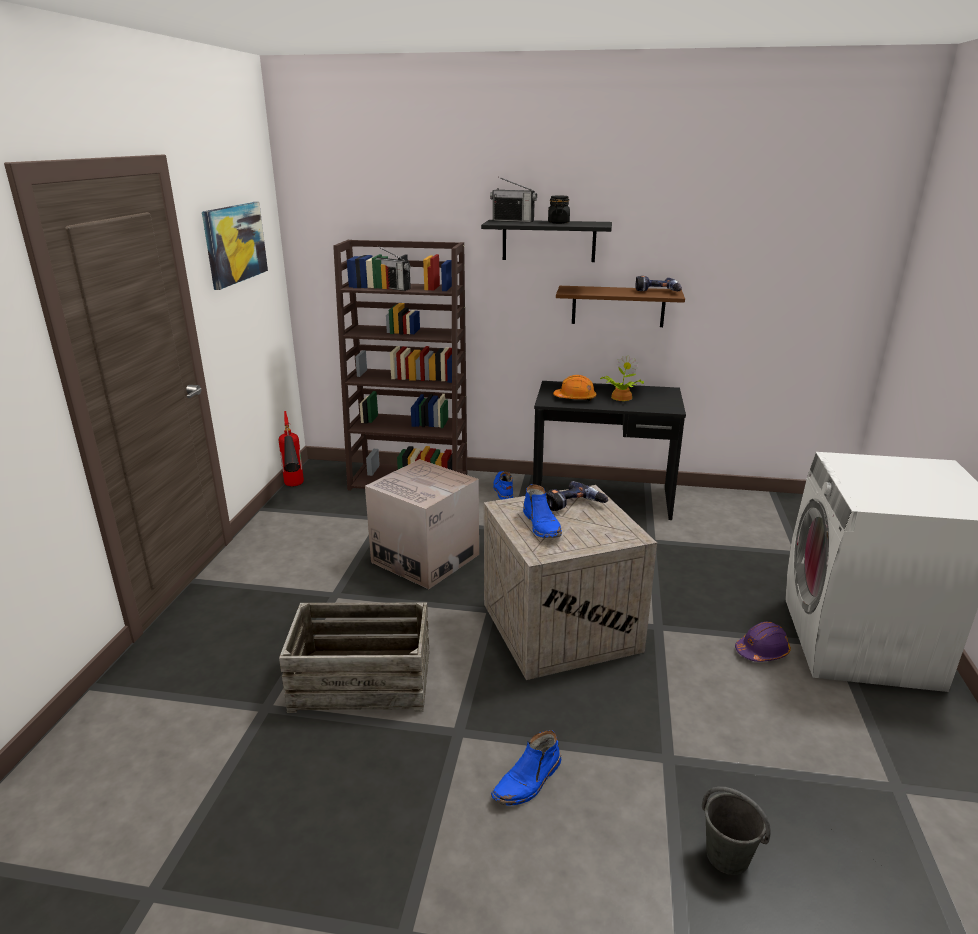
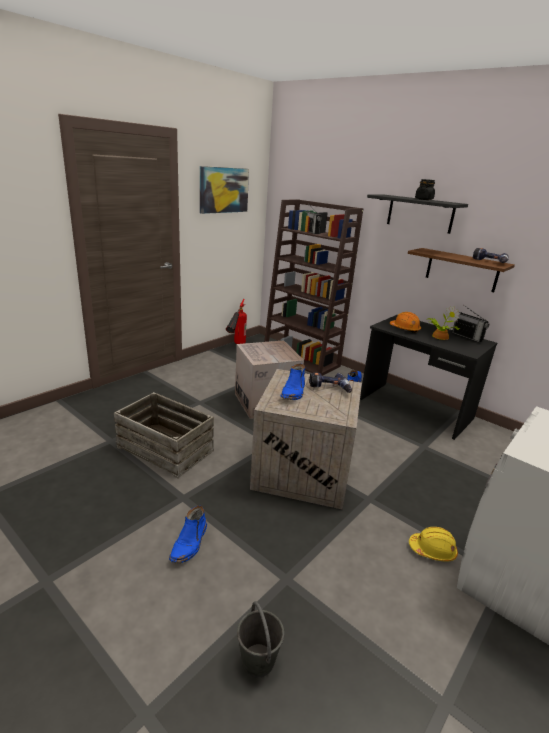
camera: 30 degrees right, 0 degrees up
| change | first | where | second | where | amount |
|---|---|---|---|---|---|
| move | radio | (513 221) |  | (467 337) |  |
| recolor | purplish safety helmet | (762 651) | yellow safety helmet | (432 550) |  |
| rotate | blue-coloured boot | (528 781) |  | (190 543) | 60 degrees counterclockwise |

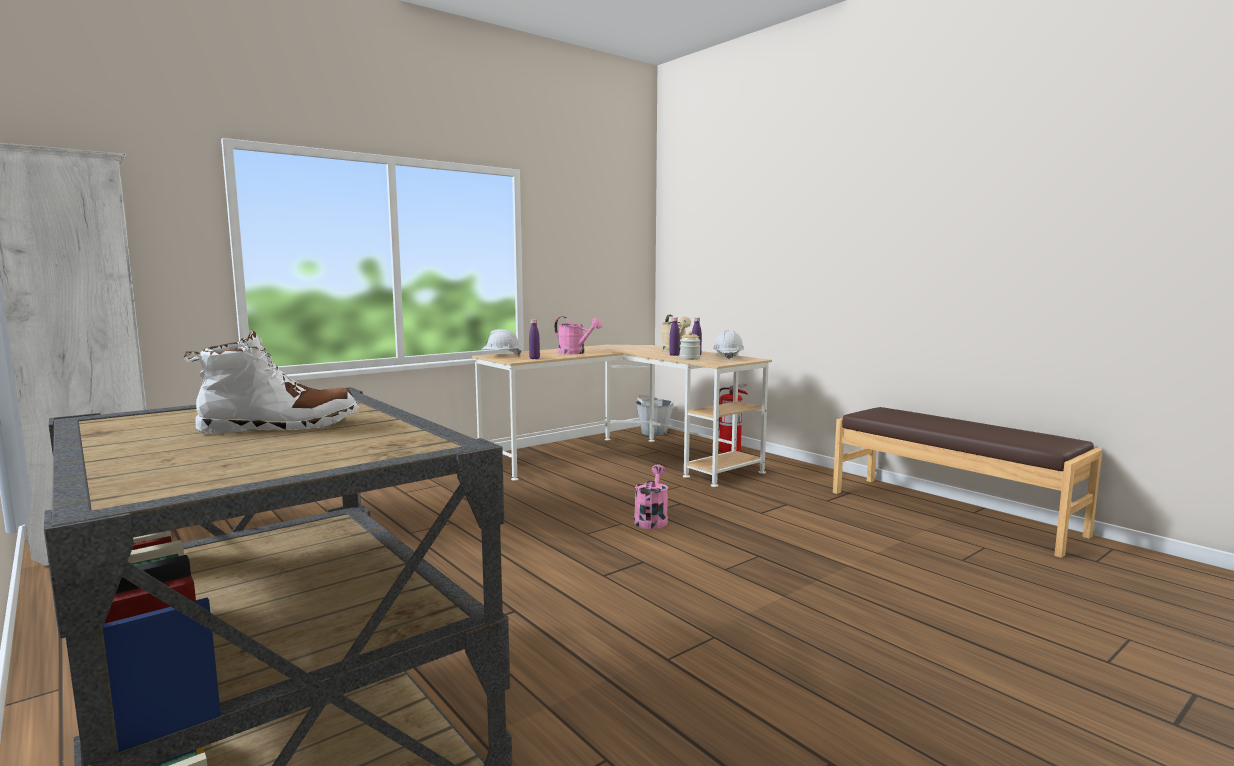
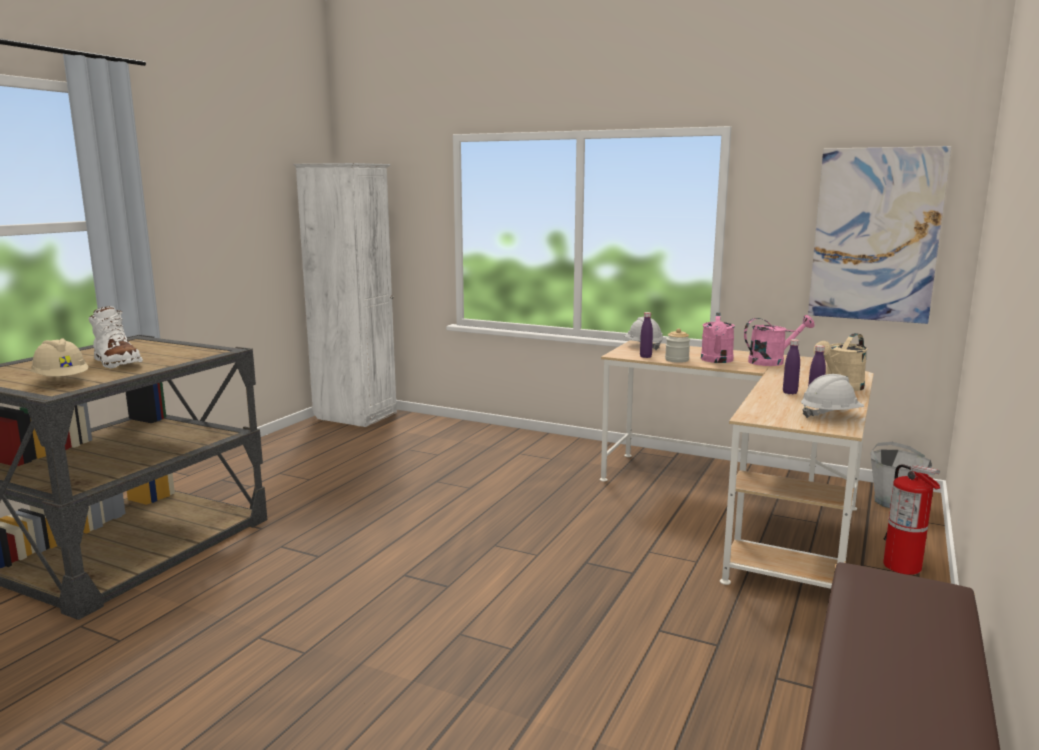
camera: 65 degrees right, 5 degrees up
| change | first | where | second | where | amount |
|---|---|---|---|---|---|
| insert |  |  | sand-coloured safety helmet | (62 381) |  |
| insert |  |  | picture | (875 235) |  |
| move | pinkish sprinkling can | (651 519) |  | (772 361) |  |
| move | preserve jar | (689 358) |  | (677 360) |  |

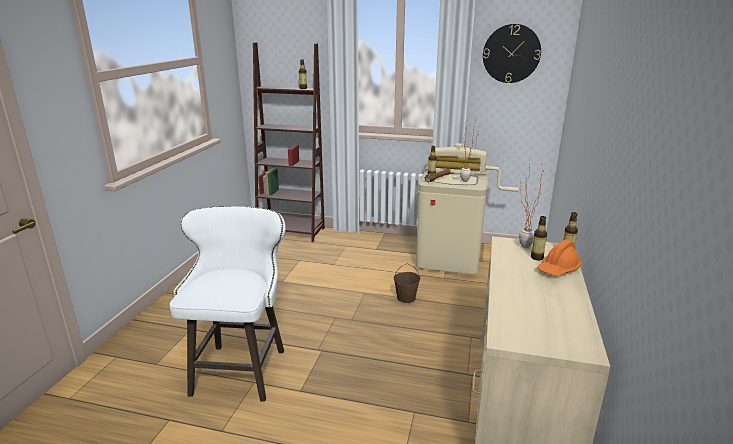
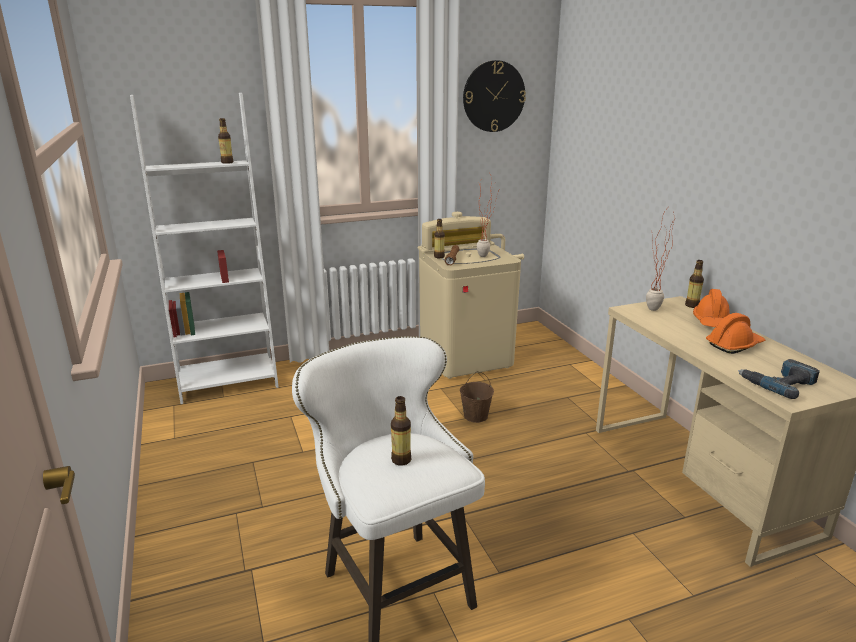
camera: 35 degrees left, 0 degrees up
| change | first | where | second | where | amount |
|---|---|---|---|---|---|
| insert |  |  | orange safety helmet | (734 345) |  |
| insert |  |  | drill | (778 383) |  |
| move | bottle | (537 257) |  | (401 460) |  |
| recolor | brownish bookshelf | (291 231) | white bookshelf | (228 382) |  |

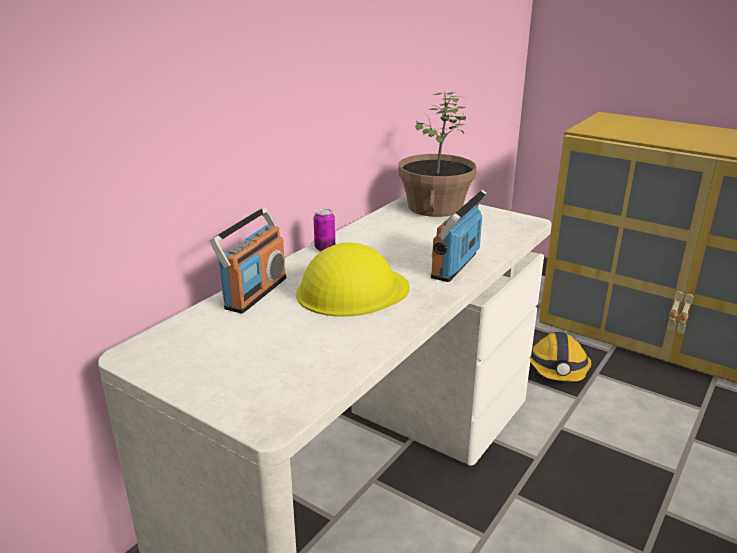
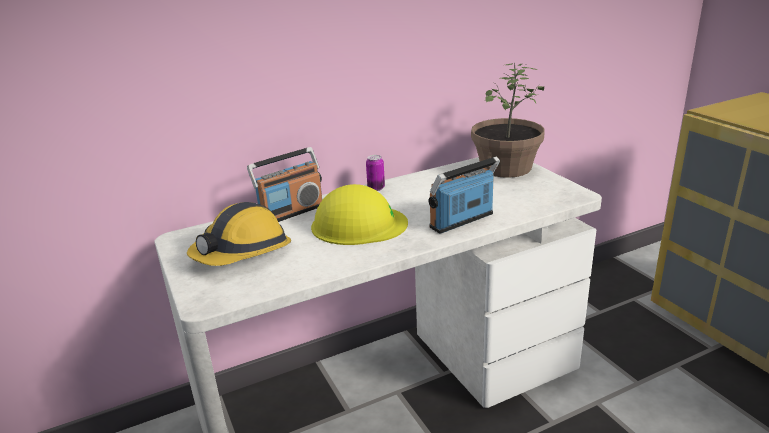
camera: 30 degrees right, 0 degrees up
| change | first | where | second | where | amount |
|---|---|---|---|---|---|
| move | safety helmet | (557 369) |  | (243 253) |  |

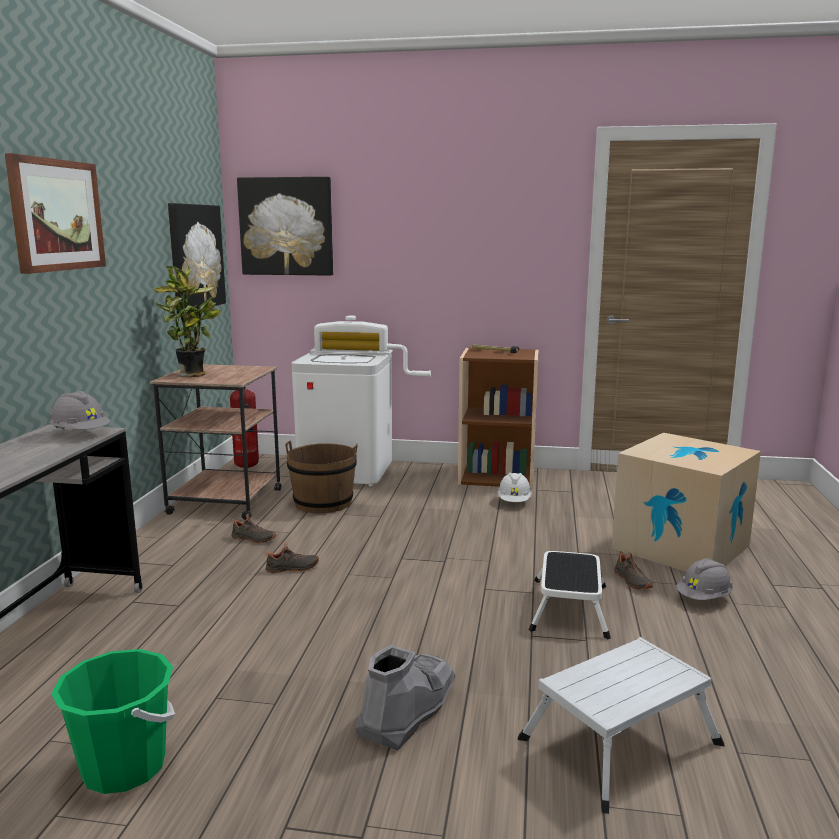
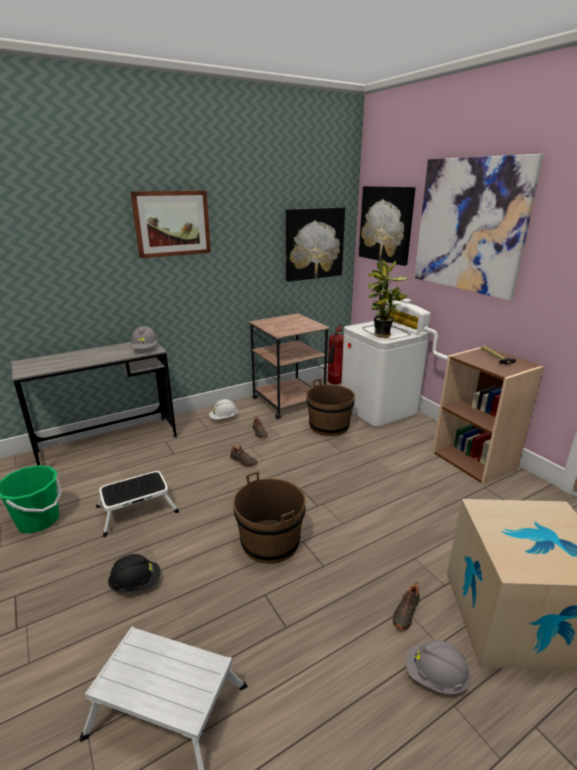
camera: 50 degrees right, 10 degrees up
| change | first | where | second | where | amount |
|---|---|---|---|---|---|
| insert |  |  | brownish bucket | (270 542) |  |
| insert |  |  | picture | (470 226) |  |
| move | potted plant | (193 375) |  | (382 335) |  |
| move | white safety helmet | (514 502) |  | (224 418) |  |
| move | black step ladder | (570 607) |  | (137 509) |  |
| replace | greyish boot | (407 710) | black safety helmet | (136 583) |  |

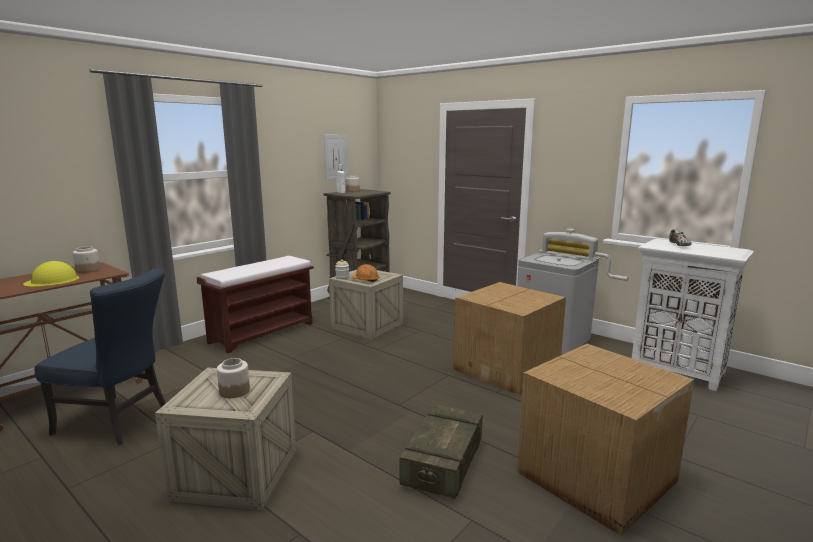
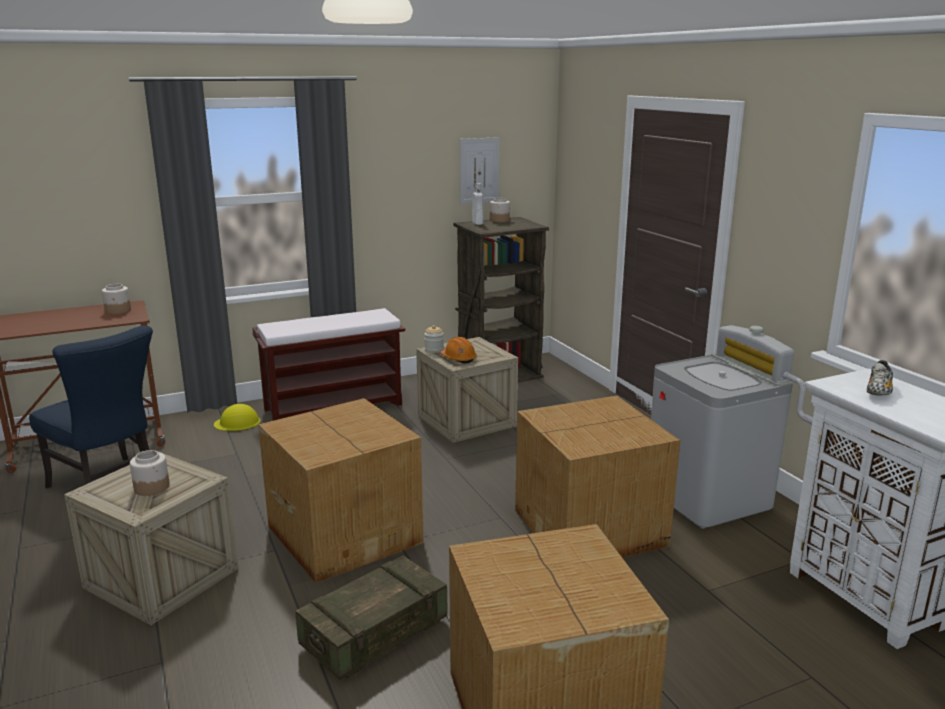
camera: 25 degrees right, 5 degrees up
| change | first | where | second | where | amount |
|---|---|---|---|---|---|
| insert |  |  | packing box | (345 533) |  |
| move | yellow safety helmet | (52 281) |  | (237 422) |  |

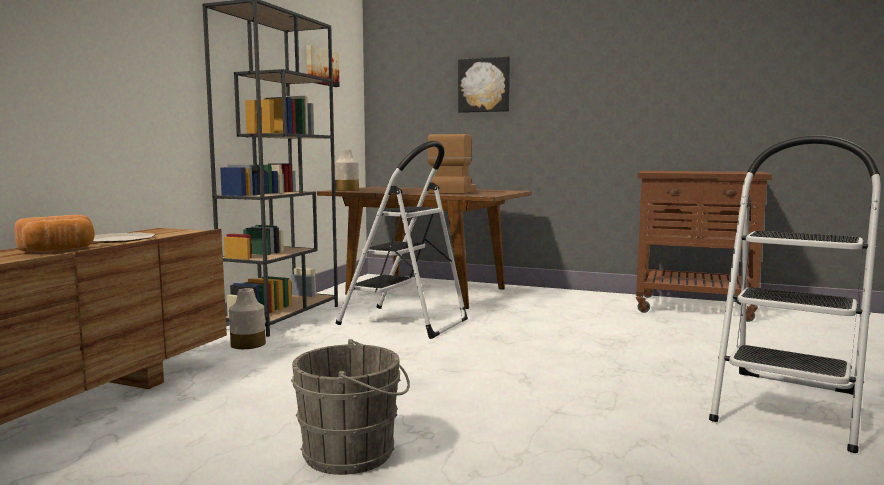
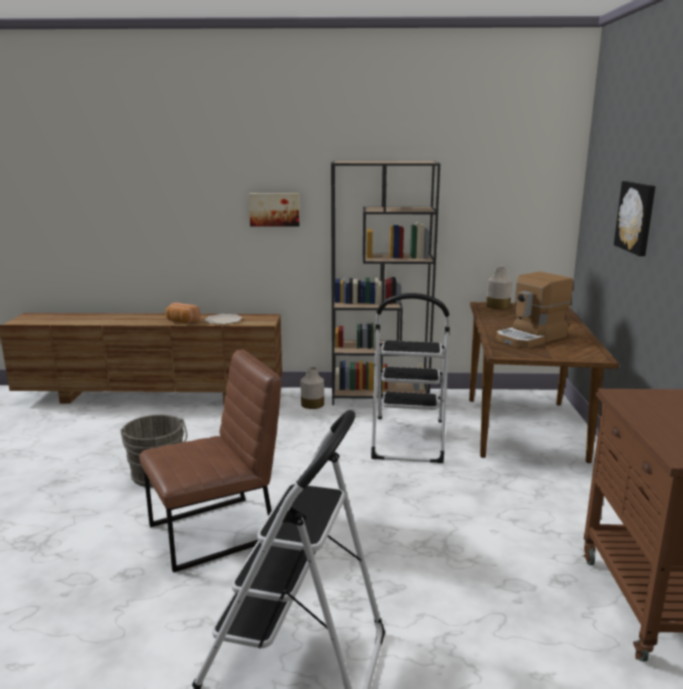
camera: 70 degrees right, 10 degrees up
| change | first | where | second | where | amount |
|---|---|---|---|---|---|
| insert |  |  | brownish plain chair | (216 531) |  |
| move | picture | (321 67) |  | (274 209) |  |
| rotate | coffee maker | (452 192) |  | (531 338) | 150 degrees clockwise |

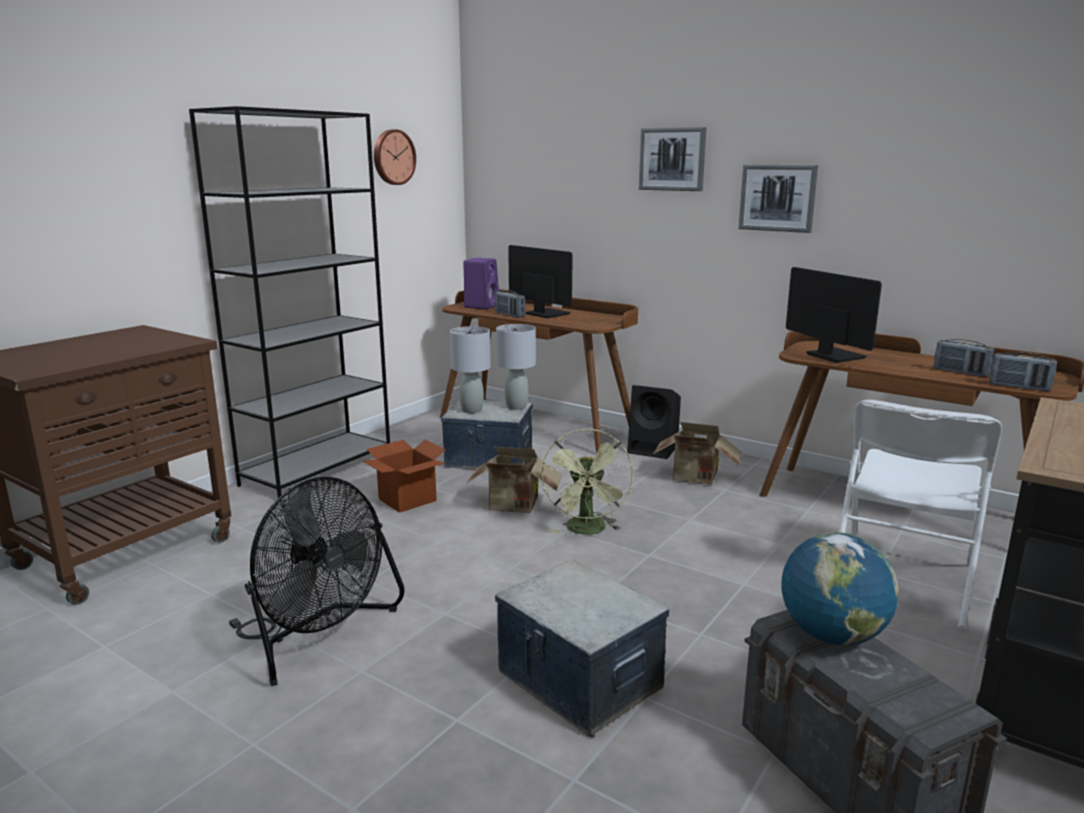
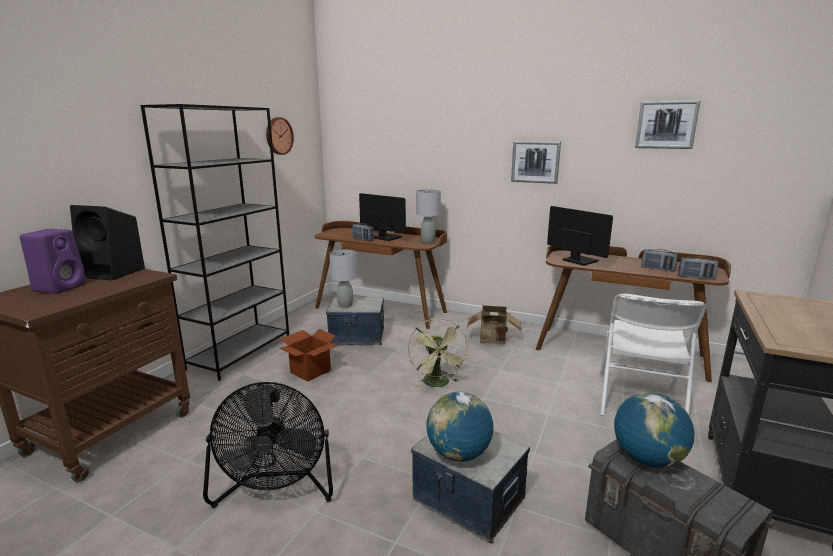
camera: 10 degrees left, 0 degrees up
| change | first | where | second | where | amount |
|---|---|---|---|---|---|
| delete | packing box | (514 507) |  |  |  |
| insert |  |  | globe | (458 454) |  |
| move | purplish loudspeaker | (481 306) |  | (61 287) |  |
| move | greyish lamp for a table | (516 406) |  | (427 241) |  |
| move | black loudspeaker | (654 449) |  | (114 272) |  |
| move | picture | (672 159) |  | (666 125) |  |
| rotate | black cooling fan | (313 636) |  | (272 487) | 60 degrees clockwise |

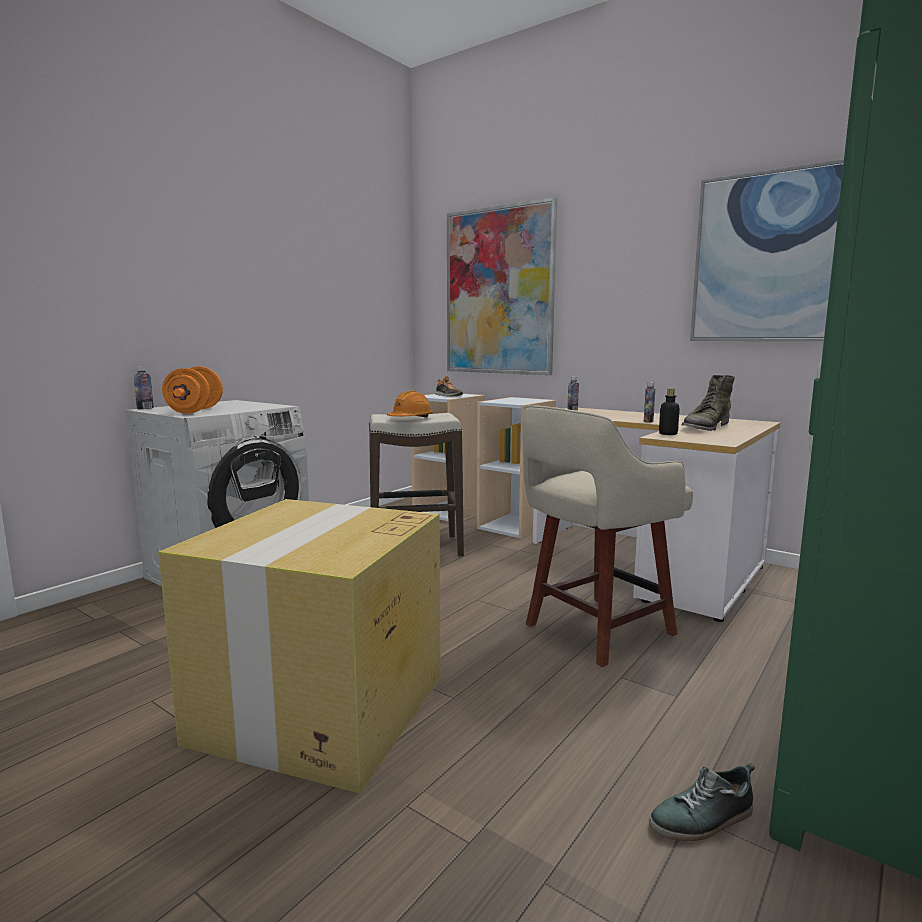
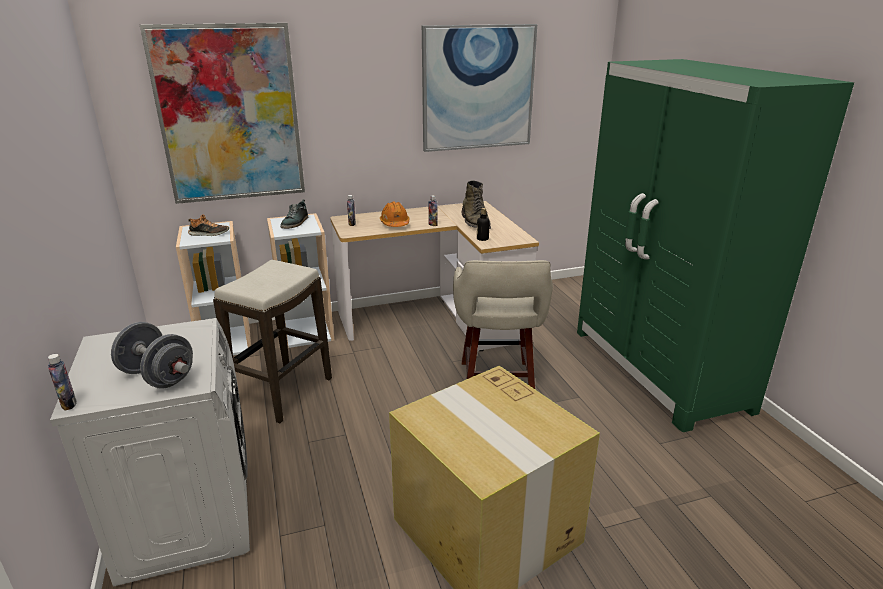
camera: 55 degrees left, 15 degrees up
| change | first | where | second | where | amount |
|---|---|---|---|---|---|
| move | orange safety helmet | (410 418) |  | (395 223) |  |
| move | low shoe | (703 819) |  | (295 223) |  |
| recolor | orange free weight | (195 411) | greyish free weight | (158 377) |  |

